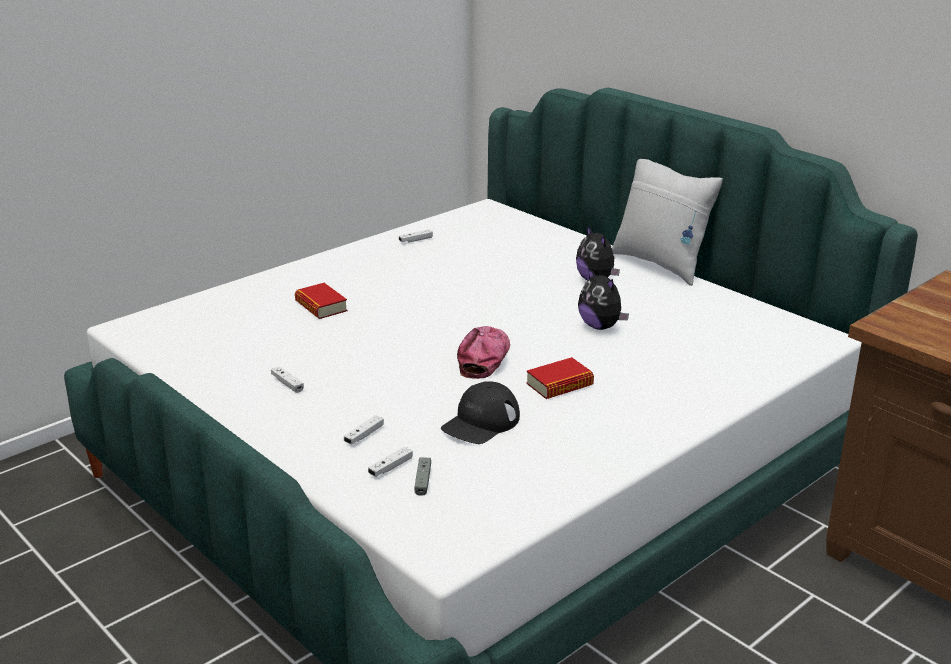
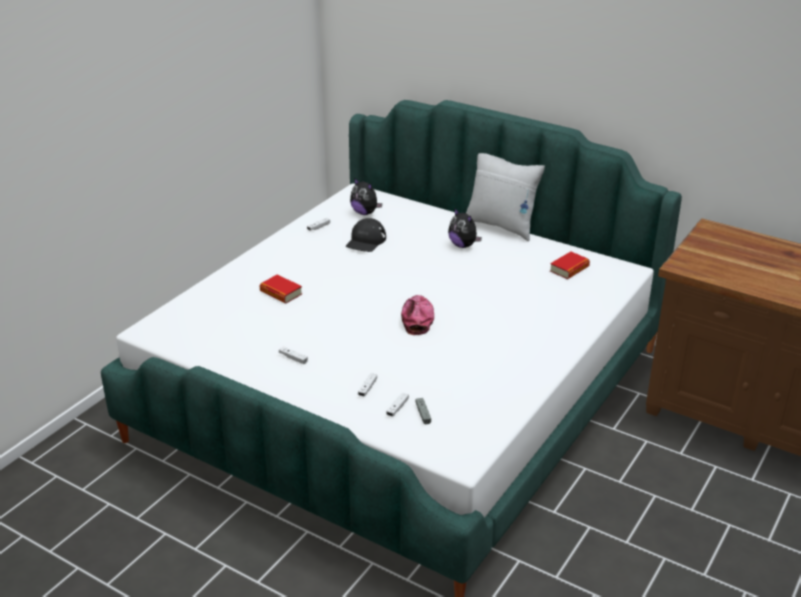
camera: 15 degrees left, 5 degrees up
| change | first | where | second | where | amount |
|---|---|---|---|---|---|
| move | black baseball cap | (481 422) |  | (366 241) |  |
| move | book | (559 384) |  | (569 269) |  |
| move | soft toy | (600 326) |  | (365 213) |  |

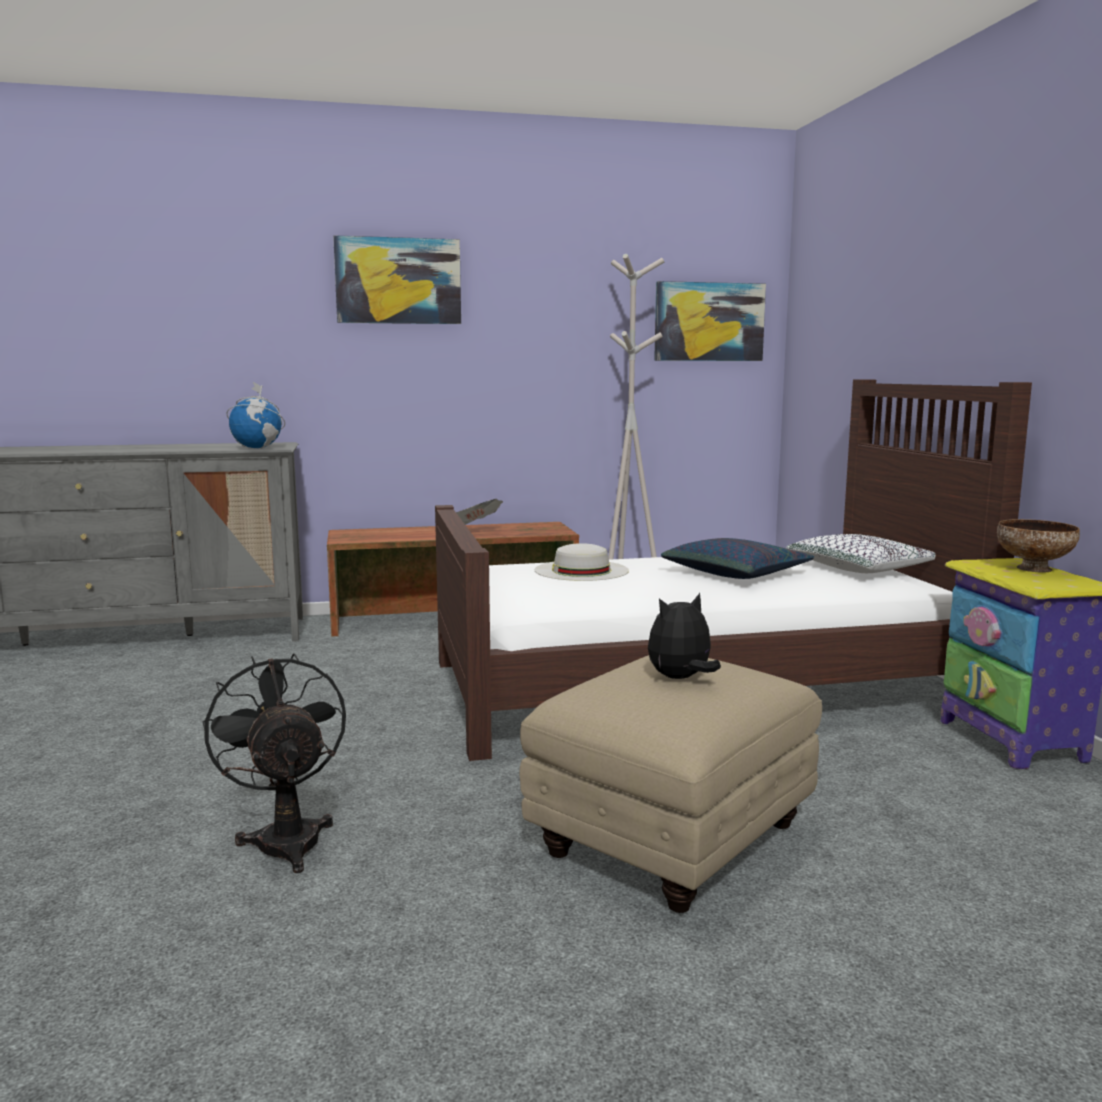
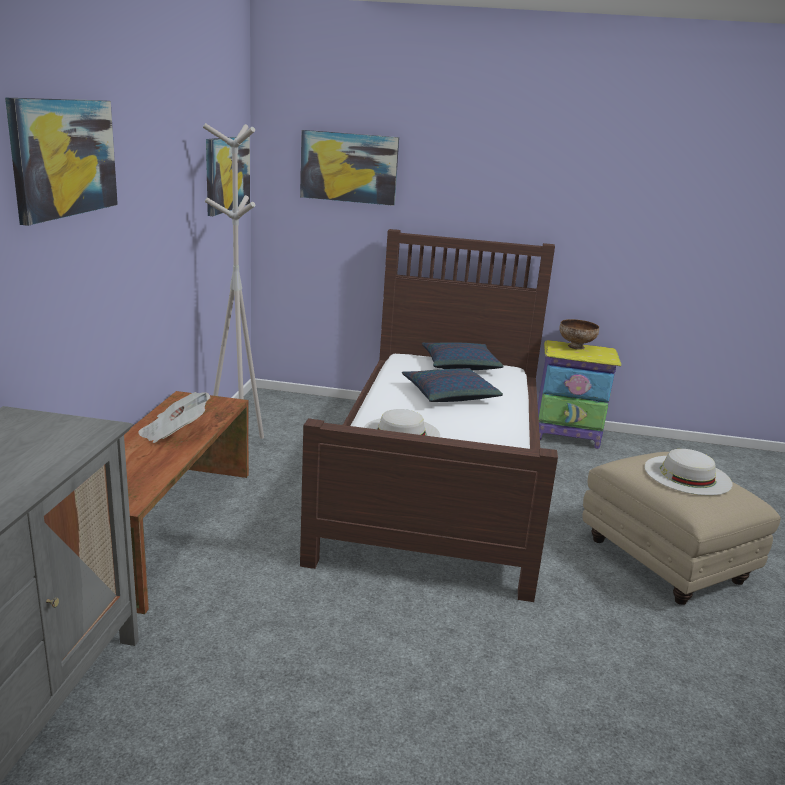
camera: 70 degrees left, 10 degrees up
| change | first | where | second | where | amount |
|---|---|---|---|---|---|
| delete | black cooling fan | (286 837) |  |  |  |
| delete | globe | (258 448) |  |  |  |
| insert |  |  | picture | (349 167) |  |
| replace | soft toy | (681 678) | white clothing hat | (687 475) |  |
| recolor | white pillow | (861 568) | blue-coloured pillow | (459 365) |  |

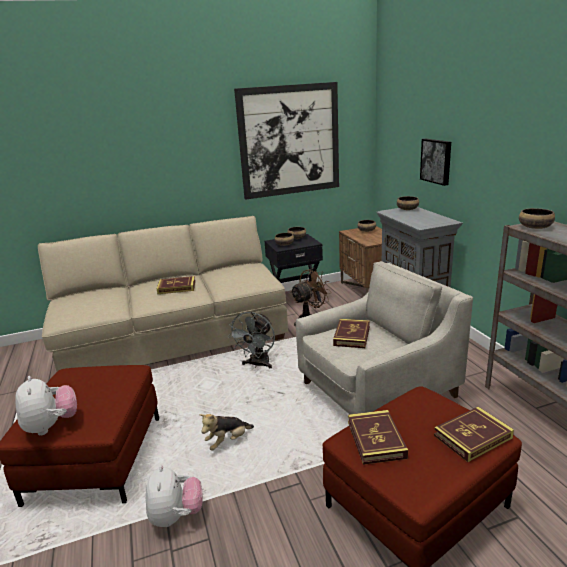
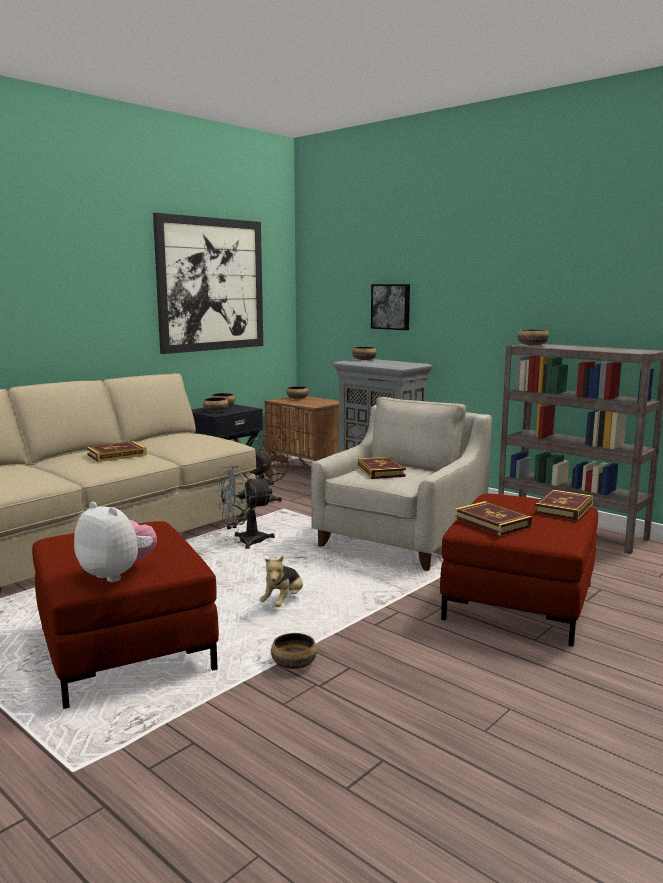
camera: 30 degrees left, 10 degrees down
| change | first | where | second | where | amount |
|---|---|---|---|---|---|
| replace | soft toy | (176 516) | bowl | (293 663) |  |
| rotate | greyish cooling fan | (257 365) |  | (244 542) | 75 degrees clockwise |

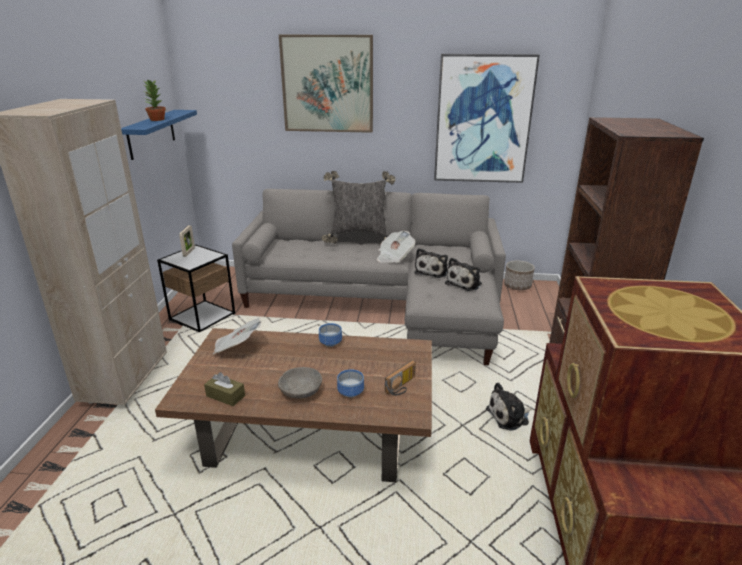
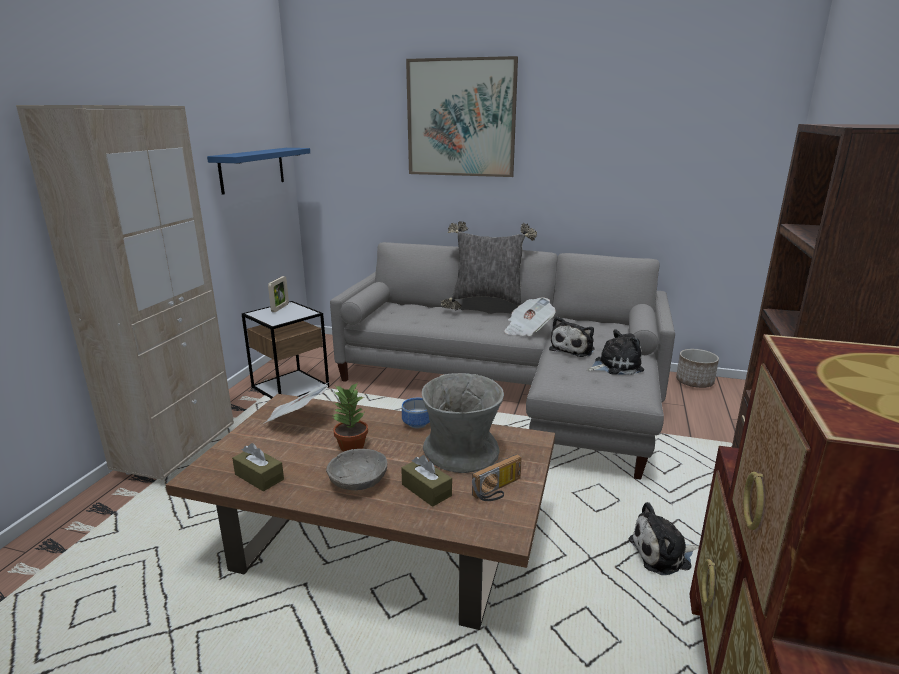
camera: 10 degrees right, 5 degrees down
| change | first | where | second | where | amount |
|---|---|---|---|---|---|
| delete | picture | (483 120) |  |  |  |
| insert |  |  | greyish flower vase | (461 453) |  |
| move | potted plant | (156 119) |  | (351 446) |  |
| replace | bowl | (352 392) | brownish tissue holder | (426 490) |  |
| rotate | soft toy | (465 283) |  | (615 366) | 150 degrees counterclockwise |

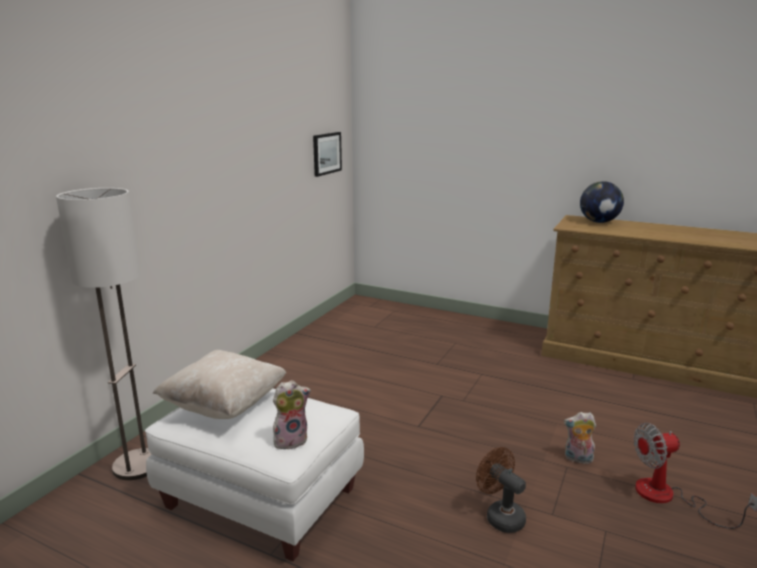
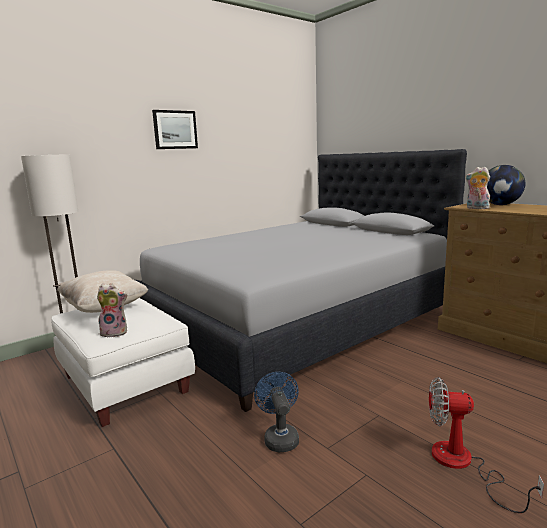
camera: 25 degrees right, 5 degrees down
| change | first | where | second | where | amount |
|---|---|---|---|---|---|
| insert |  |  | greyish sleeping bed | (300 320) |  |
| move | picture | (326 153) |  | (175 130) |  |
| move | soft toy | (577 459) |  | (476 208) |  |
| recolor | brownish cooling fan | (500 516) | blue-coloured cooling fan | (280 437) |  |

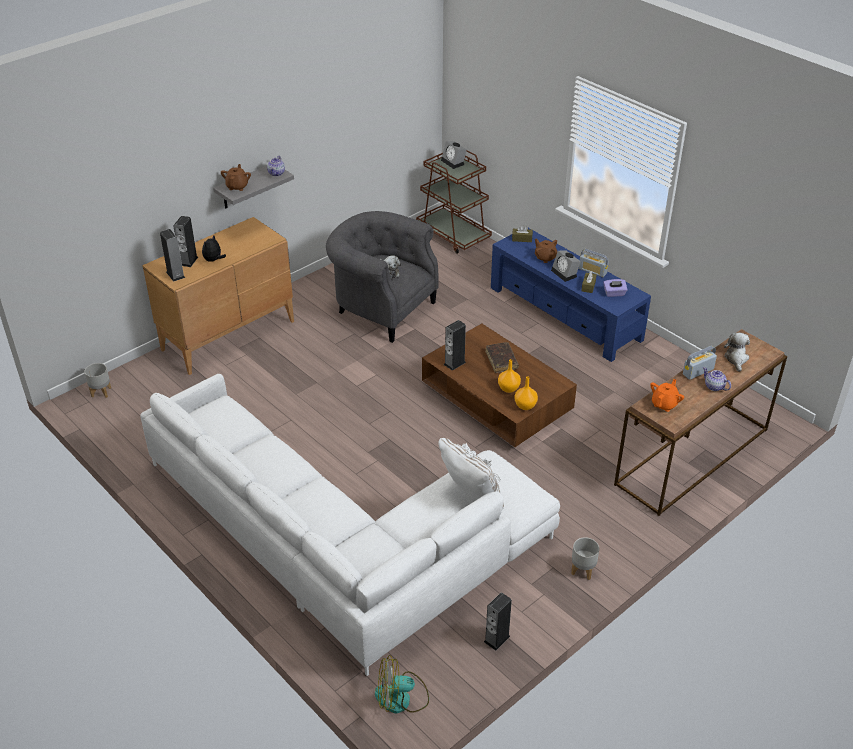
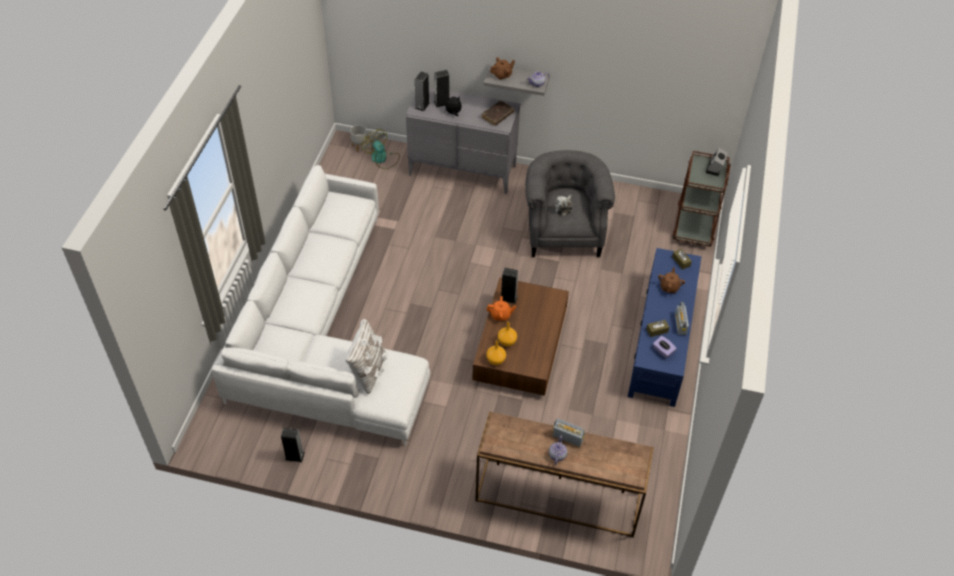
camera: 55 degrees right, 10 degrees up
| change | first | where | second | where | amount |
|---|---|---|---|---|---|
| delete | alarm clock | (565 273) |  |  |  |
| delete | greyish planter | (582 570) |  |  |  |
| delete | soft toy | (736 359) |  |  |  |
| move | cooling fan | (401 698) |  | (382 159) |  |
| move | brownish book | (501 361) |  | (497 116) |  |
| move | orange tea pot | (664 404) |  | (500 315) |  |
| recolor | brownish storage cabinet | (229 335) | greyish storage cabinet | (462 171) |  |

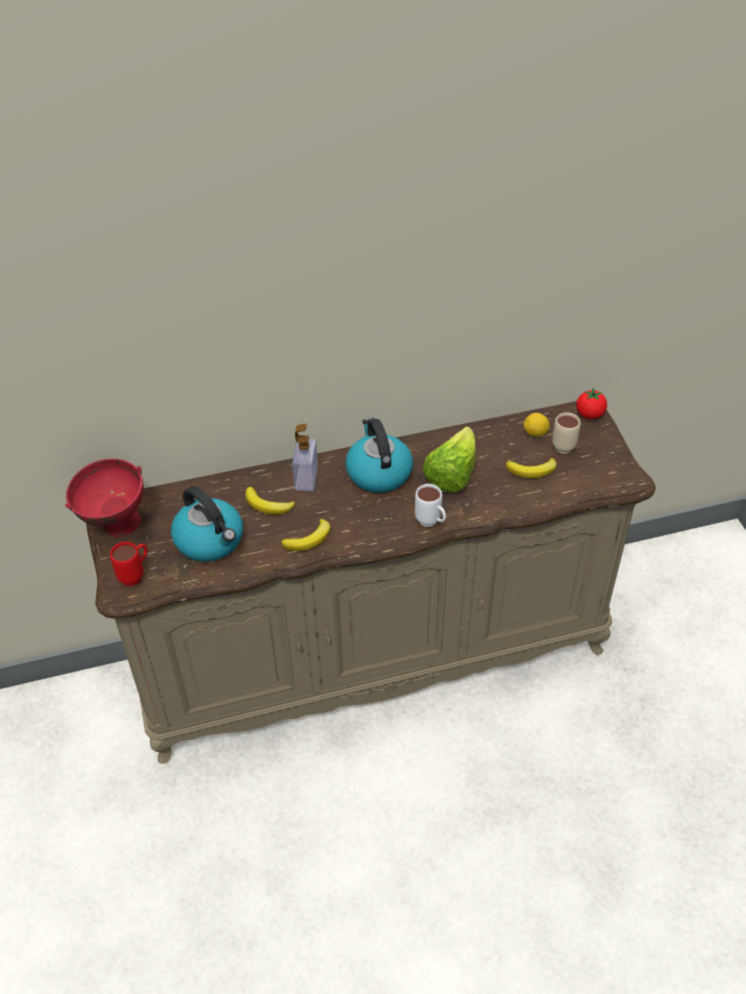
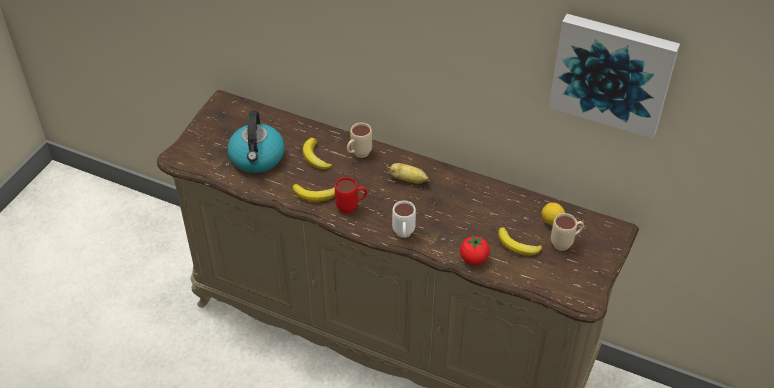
camera: 40 degrees right, 0 degrees up
| change | first | where | second | where | amount |
|---|---|---|---|---|---|
| delete | red-coloured bowl | (114 528) |  |  |  |
| delete | head of lettuce | (451 475) |  |  |  |
| insert |  |  | picture | (612 73) |  |
| move | red-coloured tea mug | (136 575) |  | (351 207) |  |
| move | fresh tomato | (589 415) |  | (474 259) |  |
| replace | soap bottle | (306 478) | sand-coloured tea mug | (358 155) |  |
| replace | tea kettle | (378 472) | banana fruit | (408 180) |  |

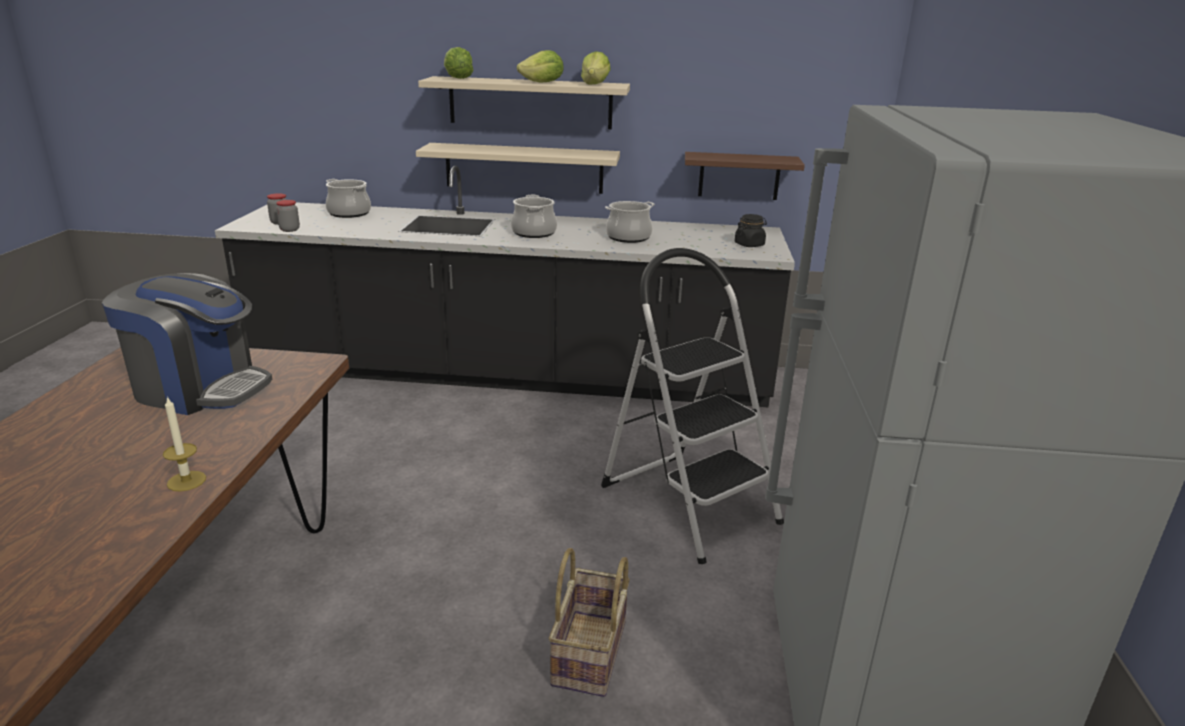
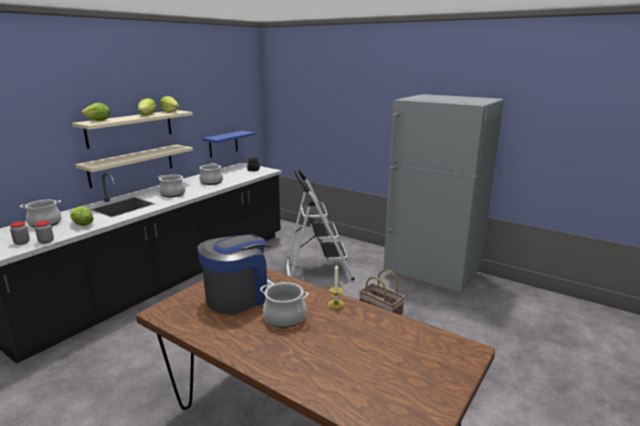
camera: 60 degrees left, 5 degrees down
| change | first | where | second | where | amount |
|---|---|---|---|---|---|
| insert |  |  | head of lettuce | (82 225) |  |
| insert |  |  | saucepot | (285 317) |  |
| recolor | brownish shelf | (739 176) | blue-coloured shelf | (223 144) |  |

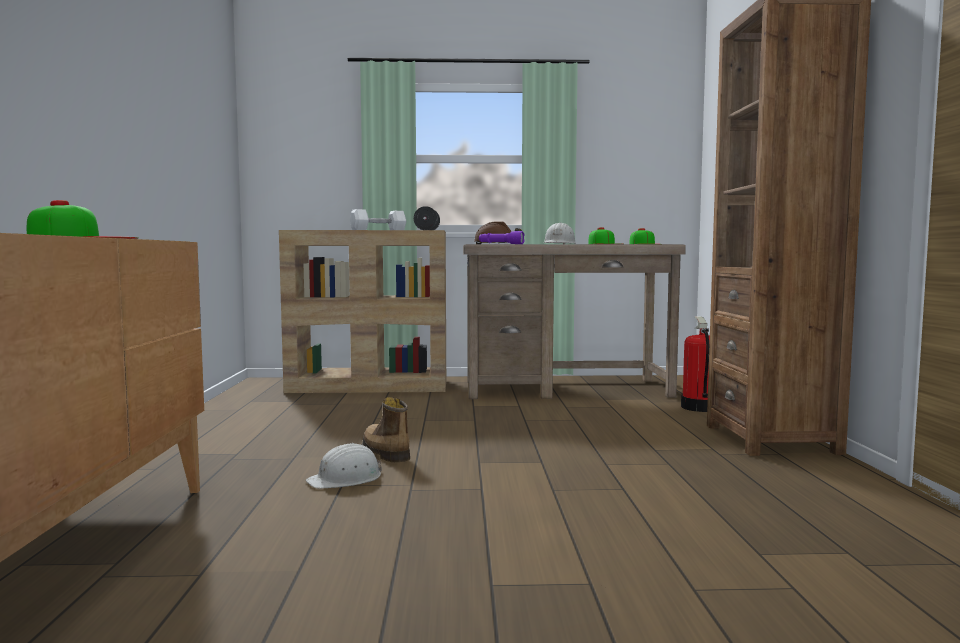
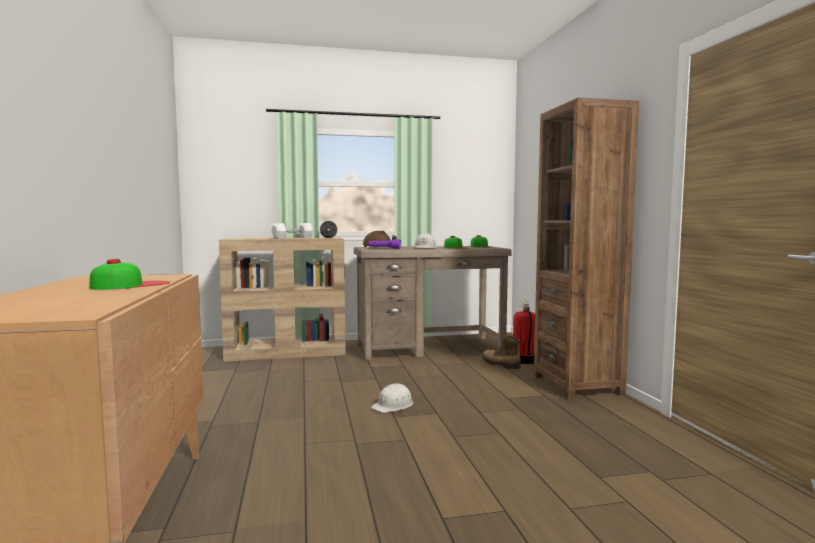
camera: 10 degrees left, 0 degrees up
| change | first | where | second | where | amount |
|---|---|---|---|---|---|
| move | white safety helmet | (346 479) |  | (393 405) |  |
| move | boot | (384 452) |  | (499 364) |  |

